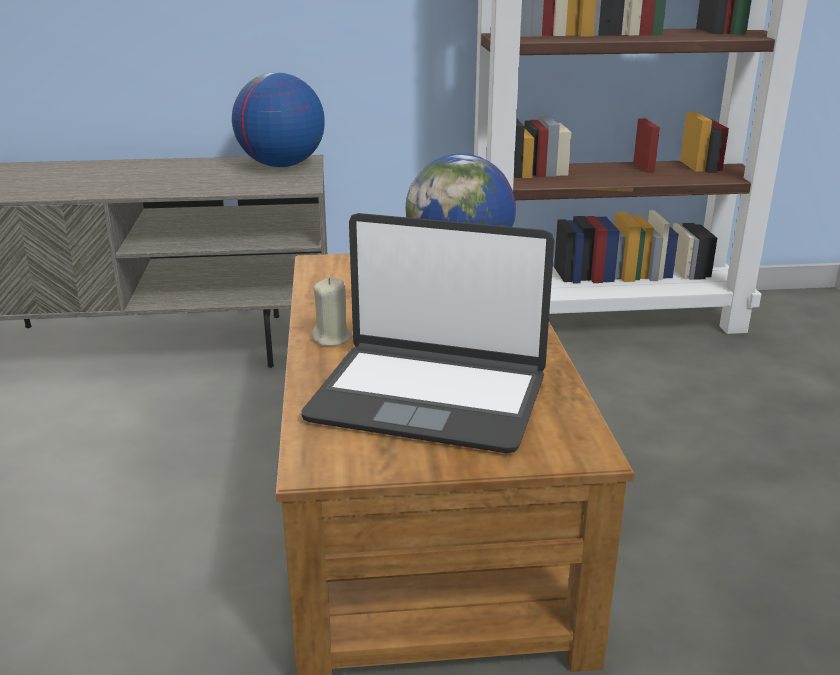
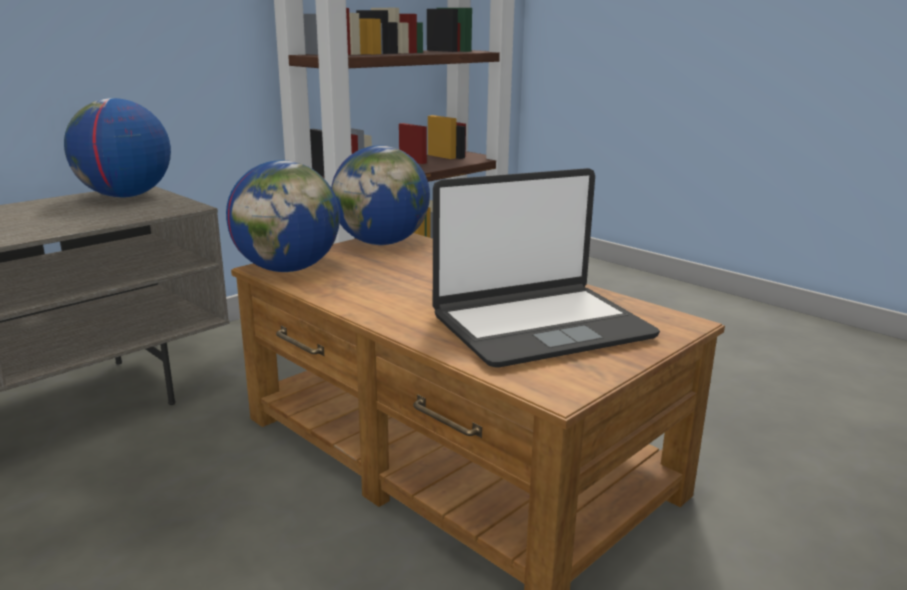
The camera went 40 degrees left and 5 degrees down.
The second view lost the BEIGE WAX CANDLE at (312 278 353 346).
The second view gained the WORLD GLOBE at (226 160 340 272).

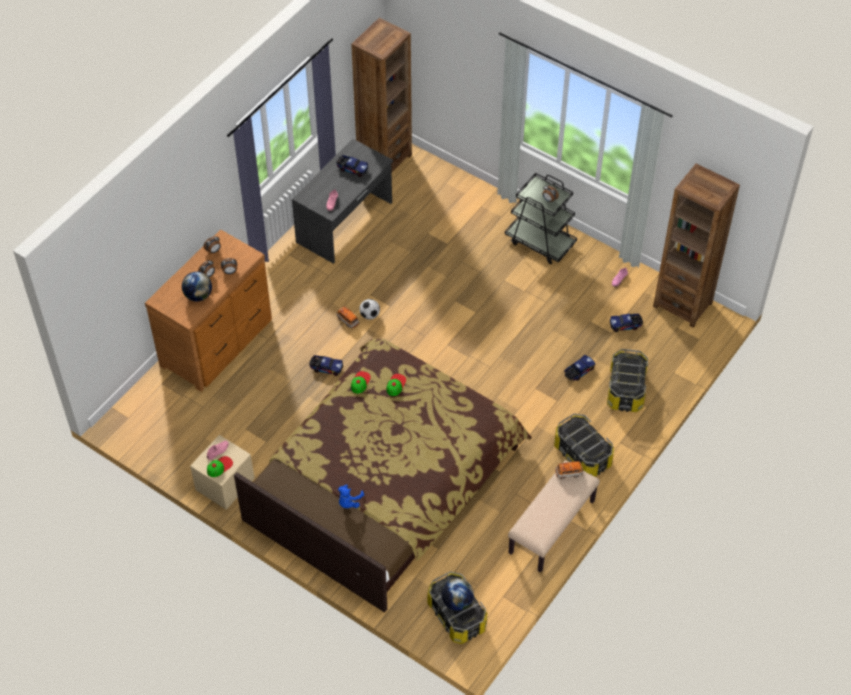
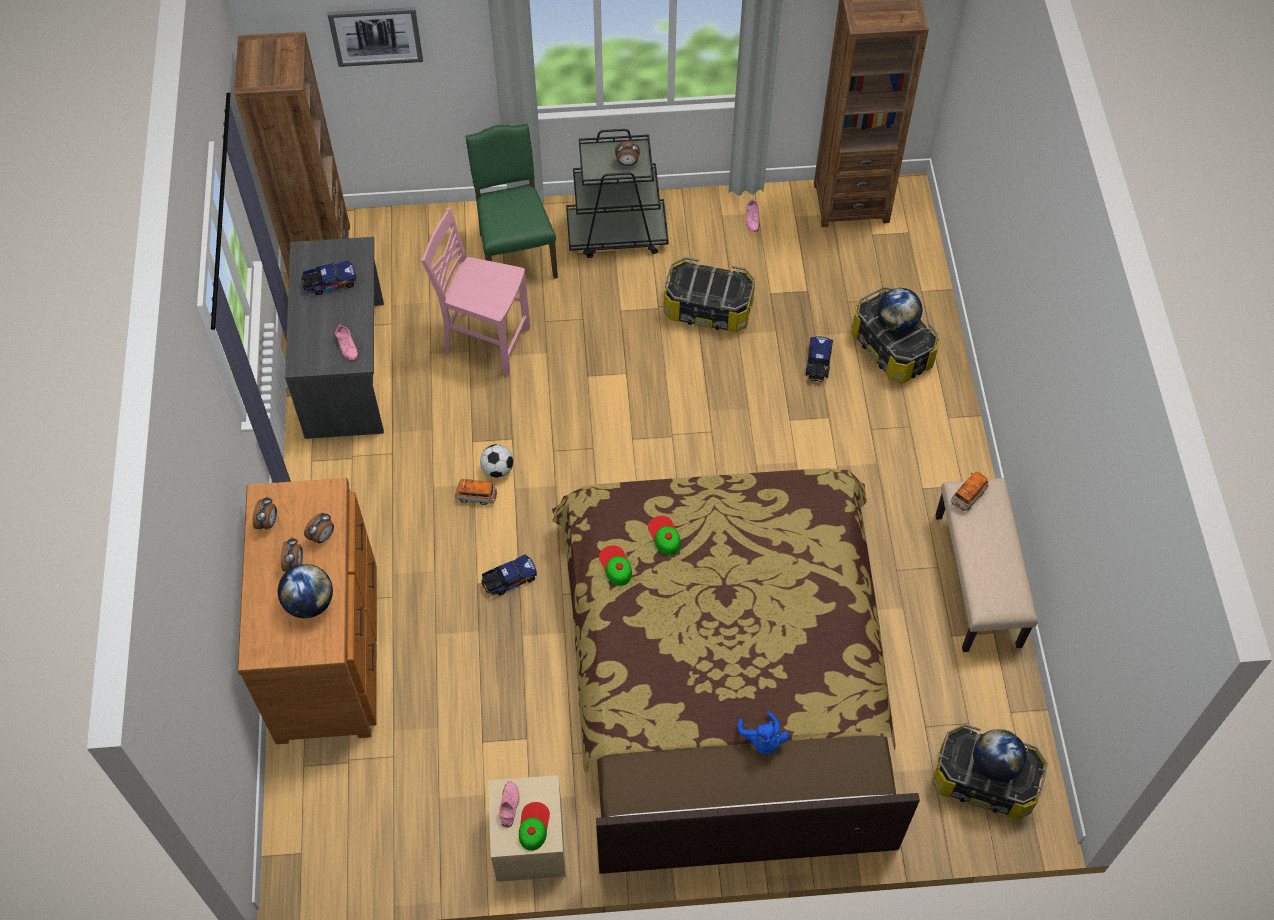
The camera went 40 degrees left and 5 degrees up.
The second view lost the TOY LORRY at (610 314 643 332).
The STORAGE BIN ended up elsewhere, having gone from (554 414 614 477) to (664 257 755 333).
The second view gained the WALL ART at (328 7 423 67).
The second view gained the GREENISH PLAIN CHAIR at (465 123 558 279).
The second view gained the PINK-COLOURED PLAIN CHAIR at (421 207 530 376).
The second view gained the WORLD GLOBE at (877 288 922 333).

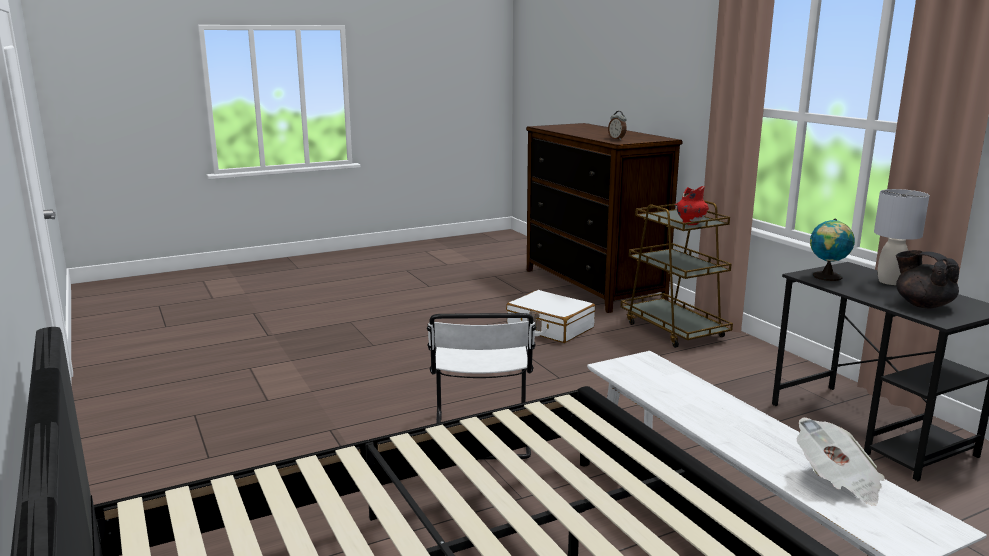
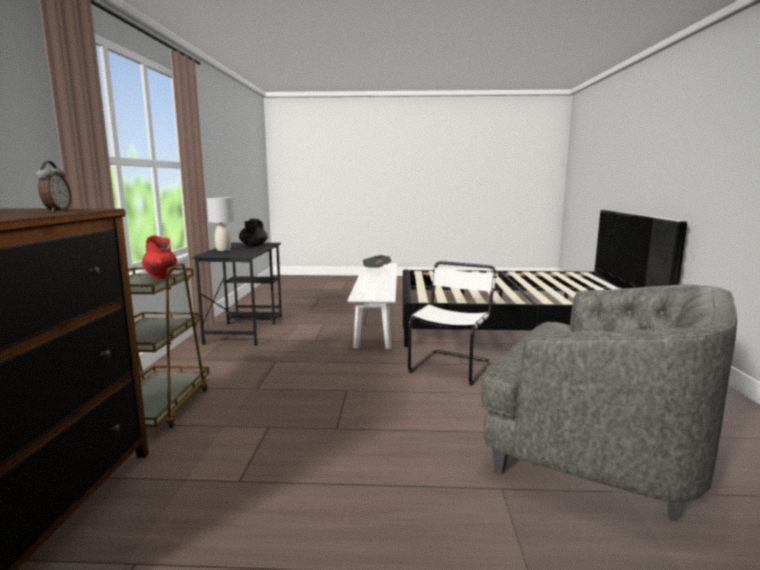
The camera went 150 degrees left and 5 degrees down.
The second view lost the WORLD GLOBE at (810 218 855 281).
The second view lost the WHITISH PIECE OF LUGGAGE at (506 290 595 343).
The second view gained the GRAY LOUNGE CHAIR at (480 284 737 522).

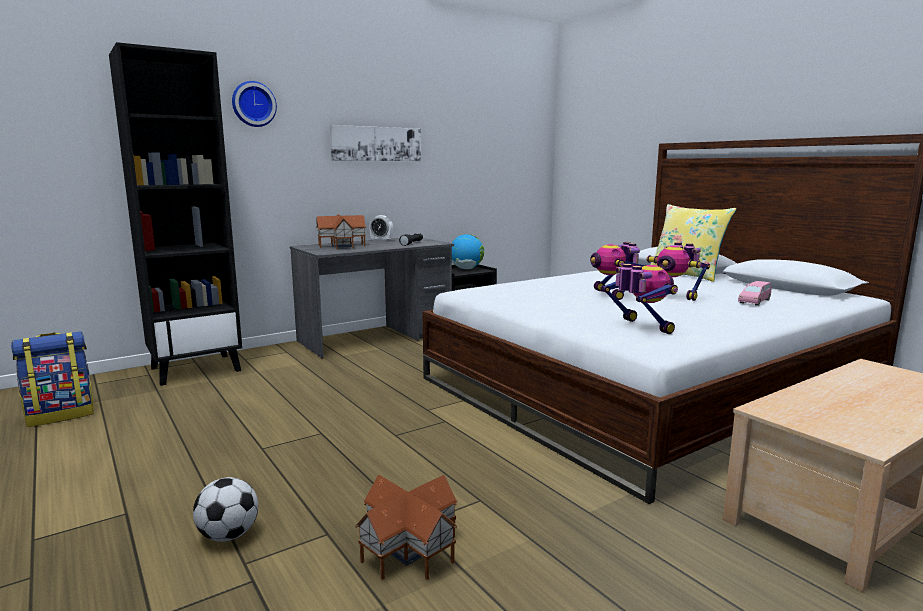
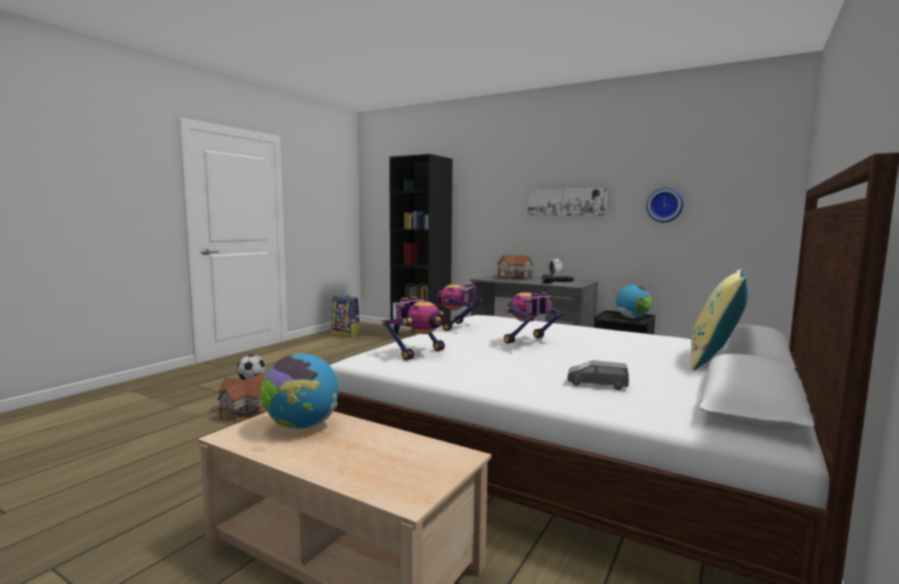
The camera went 65 degrees right and 5 degrees down.
The CLOCK ON THE WALL ended up elsewhere, having gone from (232 81 277 127) to (646 188 683 222).
The TOY ROBOT ended up elsewhere, having gone from (646 242 710 301) to (437 283 484 331).
What was the PINK-COLOURED MINIATURE CAR at (738 281 771 306) turned into the GRAY MINIATURE CAR at (567 360 629 390).
The second view gained the WORLD GLOBE at (261 354 339 428).

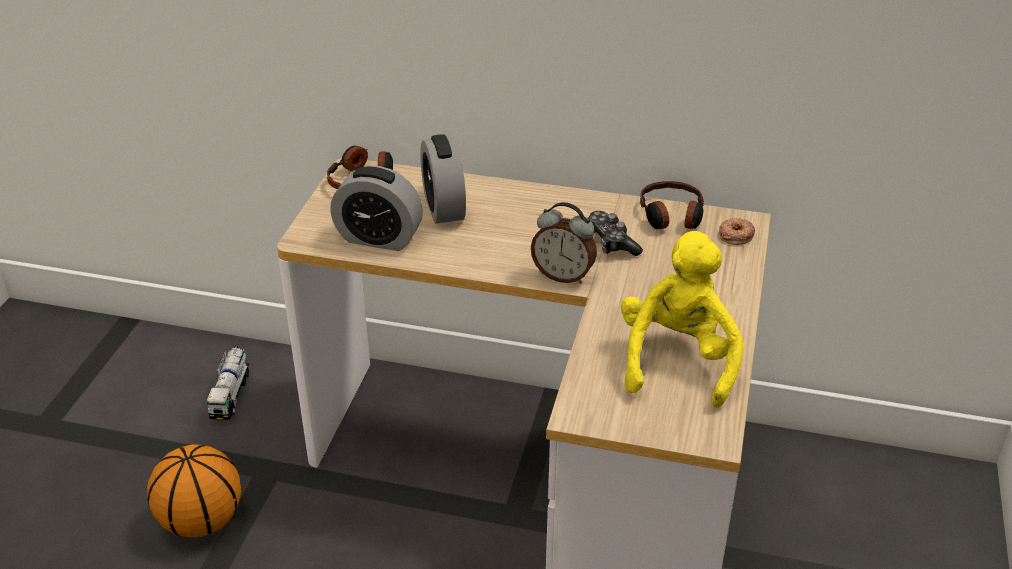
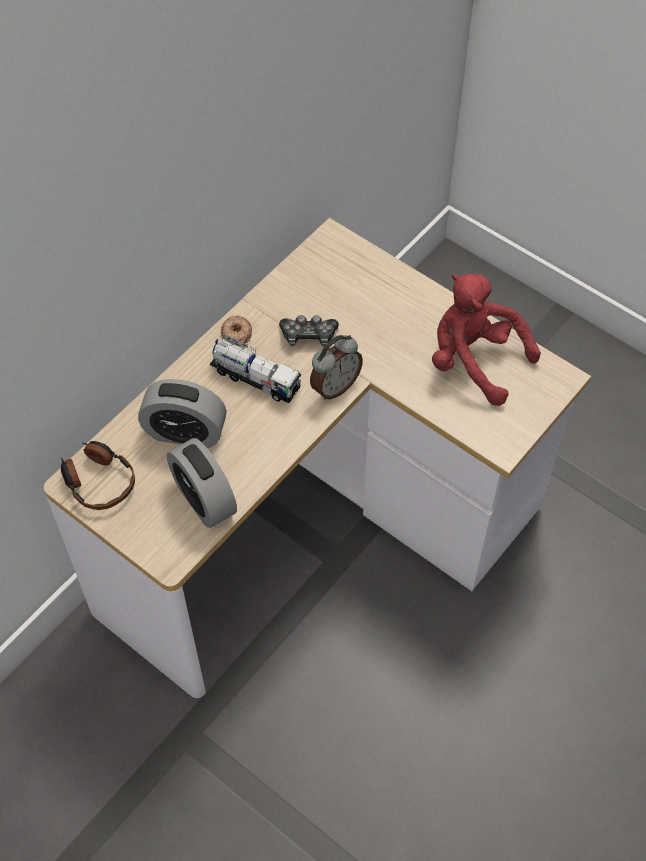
The camera went 65 degrees left and 20 degrees up.
The BEDSIDE CLOCK at (330 166 423 251) ended up facing another way, 105 degrees clockwise from before.
The second view lost the HEADPHONES at (640 181 704 229).
The DOUGHNUT ended up elsewhere, having gone from (719 218 755 245) to (221 316 252 346).
What was the YELLOWISH SOFT TOY at (621 231 743 408) turned into the RED-COLOURED SOFT TOY at (432 274 541 406).
The TOY LORRY ended up elsewhere, having gone from (206 345 249 420) to (210 335 301 403).
The second view lost the BASKETBALL at (147 444 241 538).

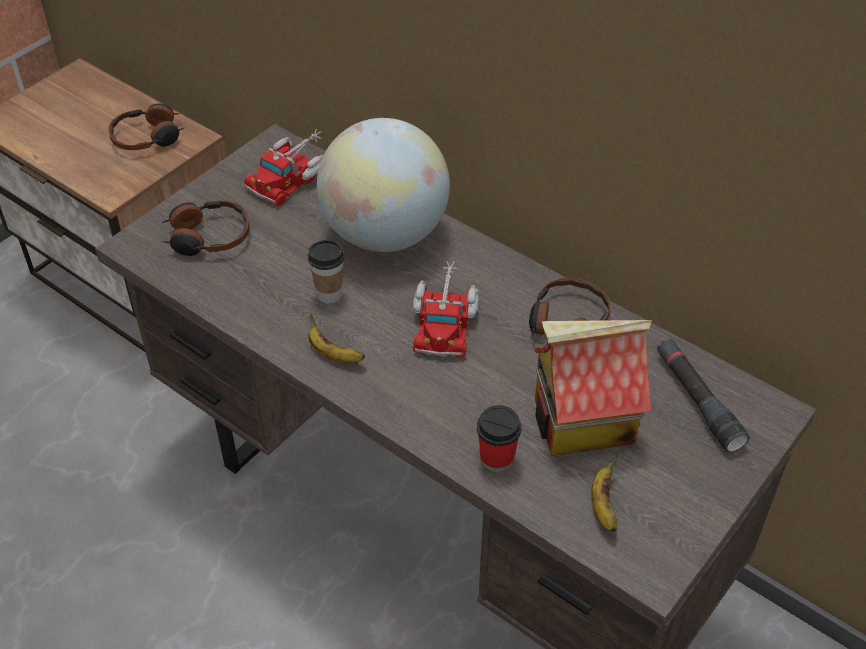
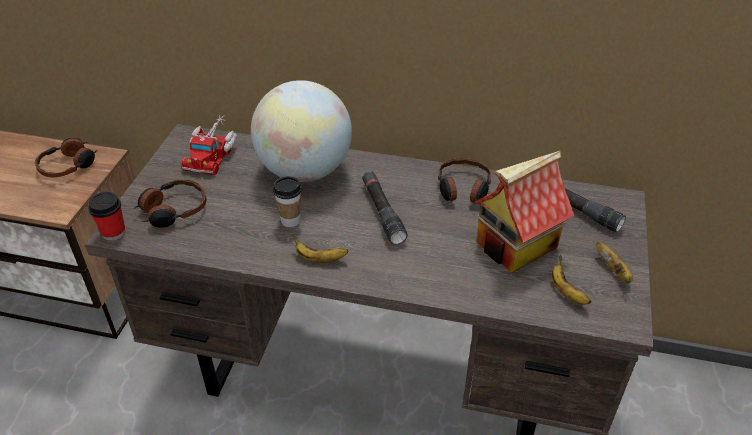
The camera went 25 degrees left and 5 degrees down.
Where the TOY LORRY stood at (413 261 479 357), the BLACKISH TORCH came to stand at (362 172 408 245).
The DRINKING CUP ended up elsewhere, having gone from (477 405 521 472) to (88 192 126 241).
The second view gained the BANANA FRUIT at (596 242 632 283).

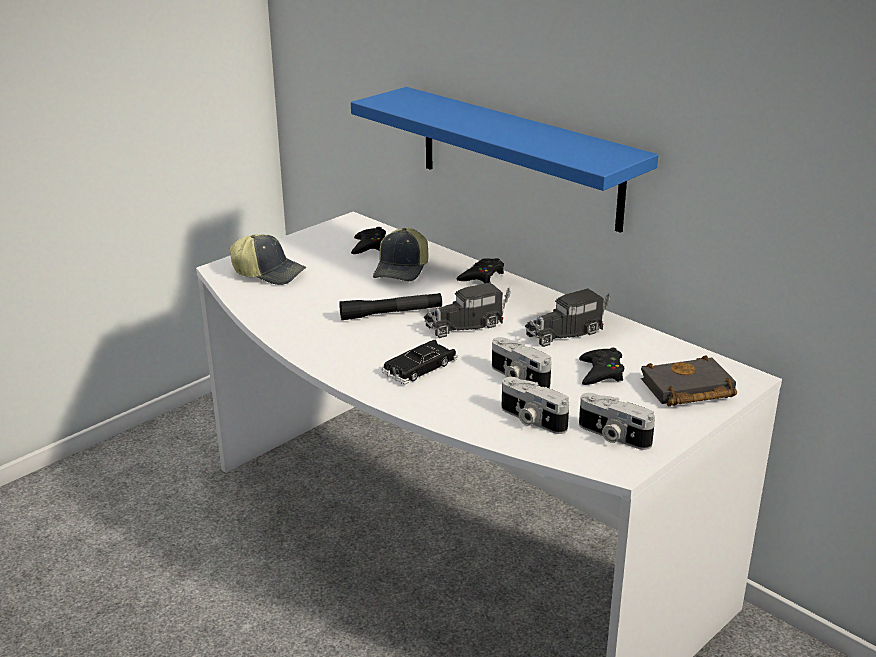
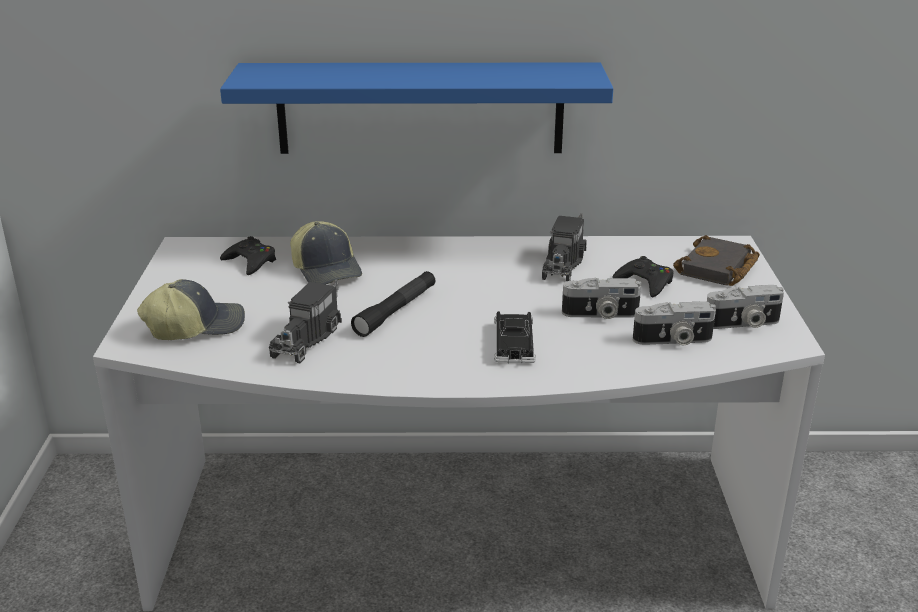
The camera went 45 degrees left and 0 degrees up.
The second view lost the BLACKISH GAME CONTROLLER at (457 258 504 283).
The TOY LORRY ended up elsewhere, having gone from (424 282 511 338) to (269 279 342 363).

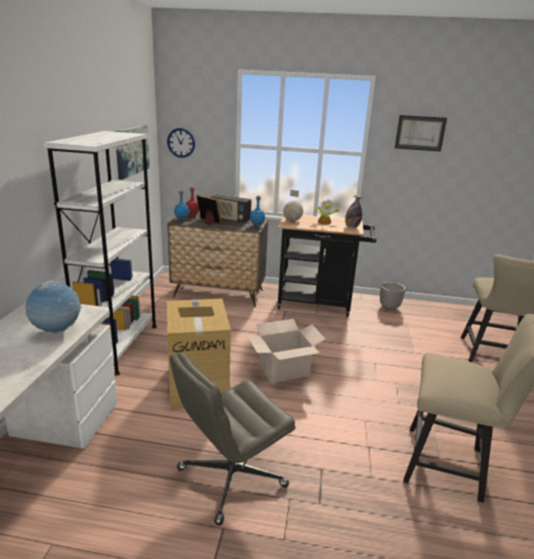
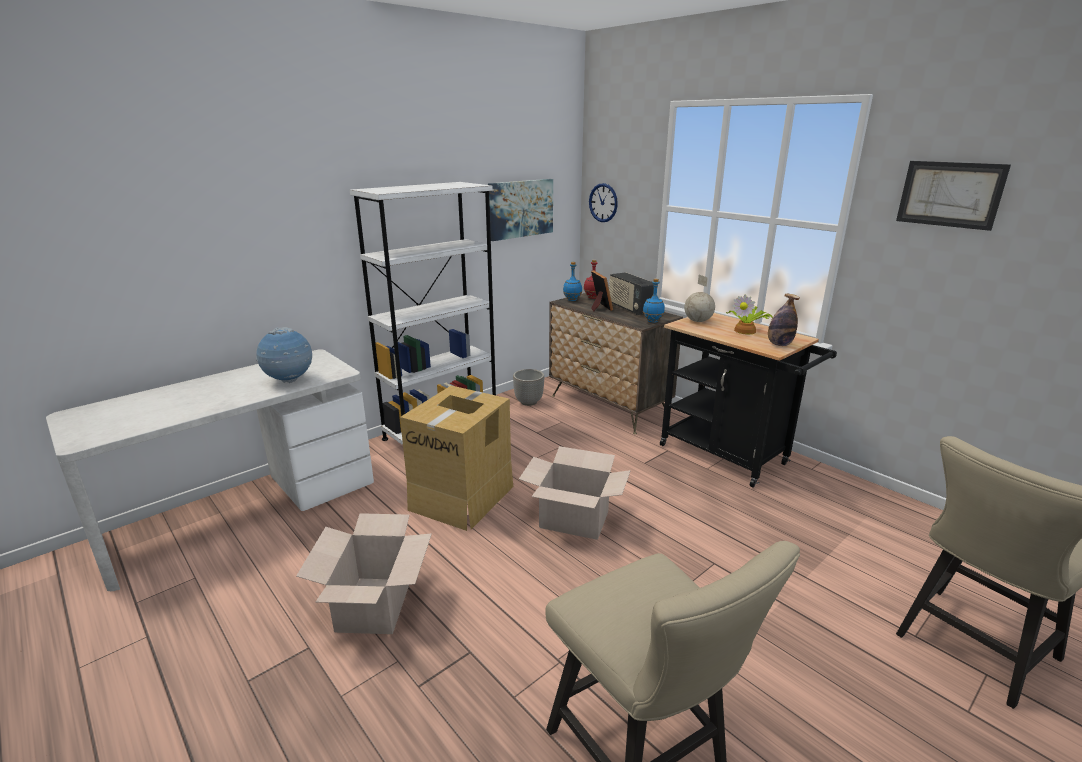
The camera went 40 degrees right and 0 degrees up.
The PLANT POT ended up elsewhere, having gone from (380 282 405 310) to (513 369 544 406).
Where the GRAY OFFICE CHAIR stood at (170 352 296 525), the CARTON came to stand at (296 513 432 634).

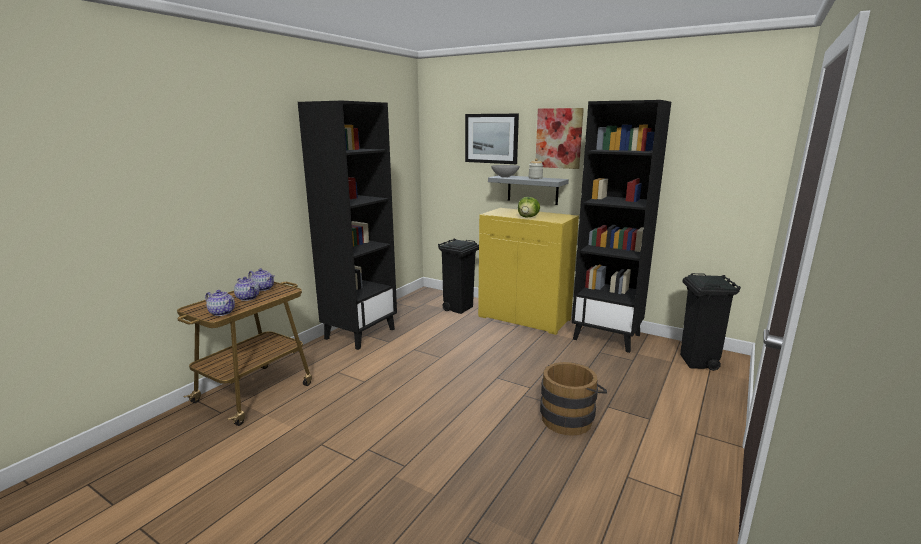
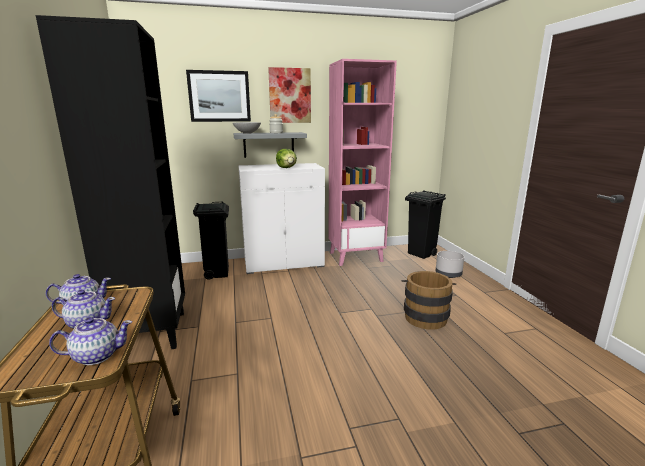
The camera went 45 degrees left and 0 degrees up.
What was the BLACKISH BOOKSHELF at (572 100 671 353) turned into the PINK-COLOURED BOOKSHELF at (328 59 397 266).
What was the YELLOWISH CUPBOARD at (478 208 579 335) turned into the WHITISH CUPBOARD at (238 163 325 274).
The second view gained the GRAY PLANT POT at (436 251 464 278).

